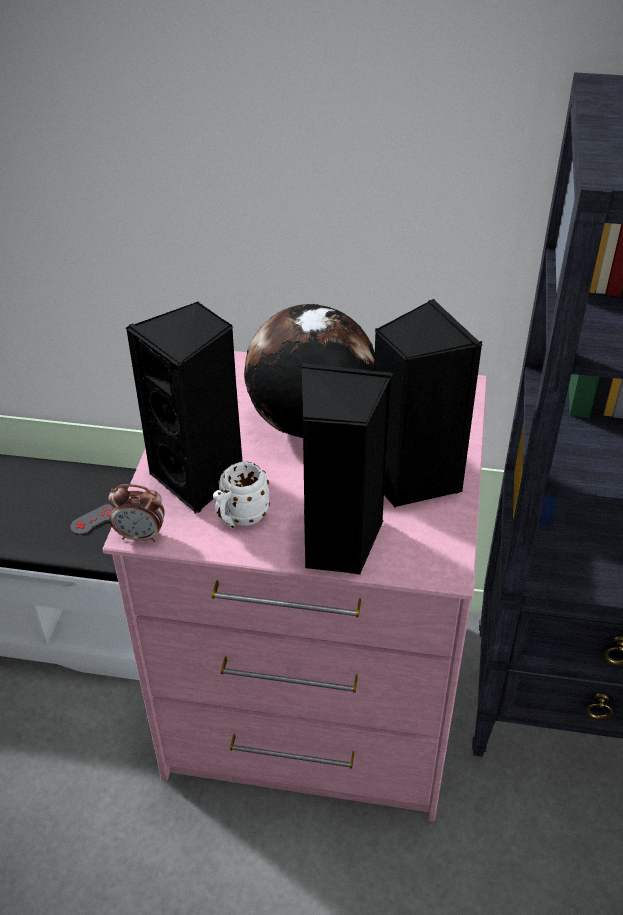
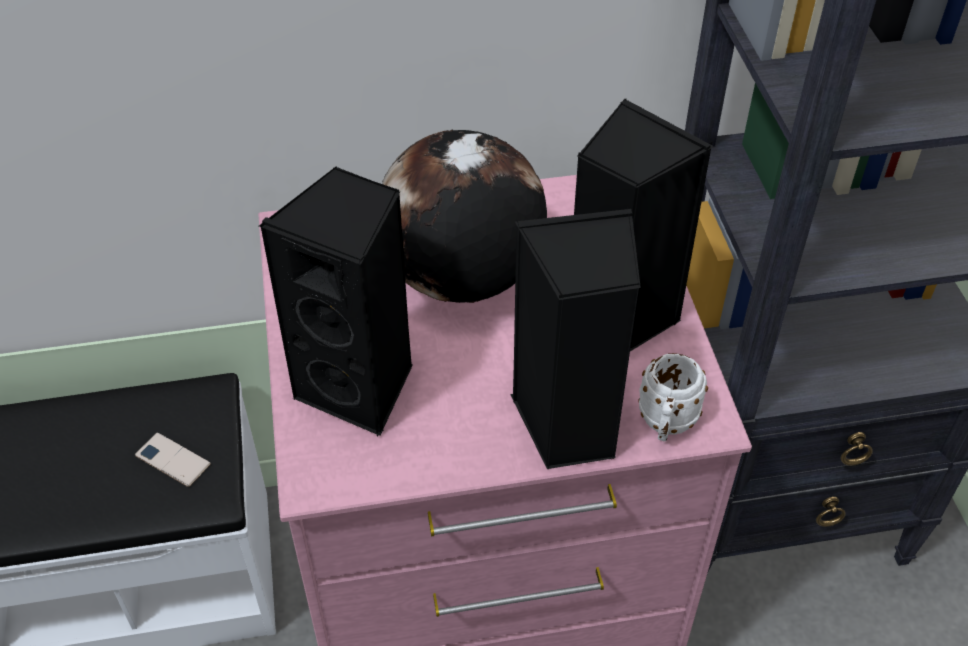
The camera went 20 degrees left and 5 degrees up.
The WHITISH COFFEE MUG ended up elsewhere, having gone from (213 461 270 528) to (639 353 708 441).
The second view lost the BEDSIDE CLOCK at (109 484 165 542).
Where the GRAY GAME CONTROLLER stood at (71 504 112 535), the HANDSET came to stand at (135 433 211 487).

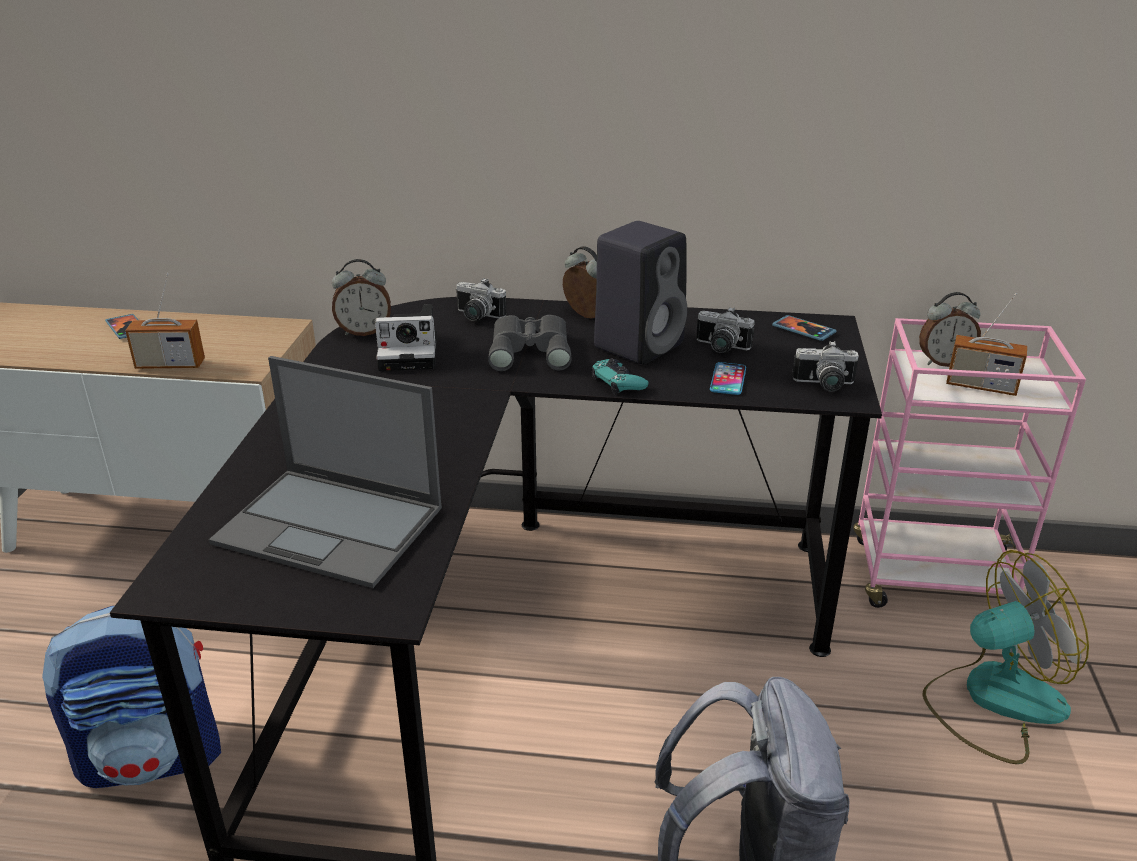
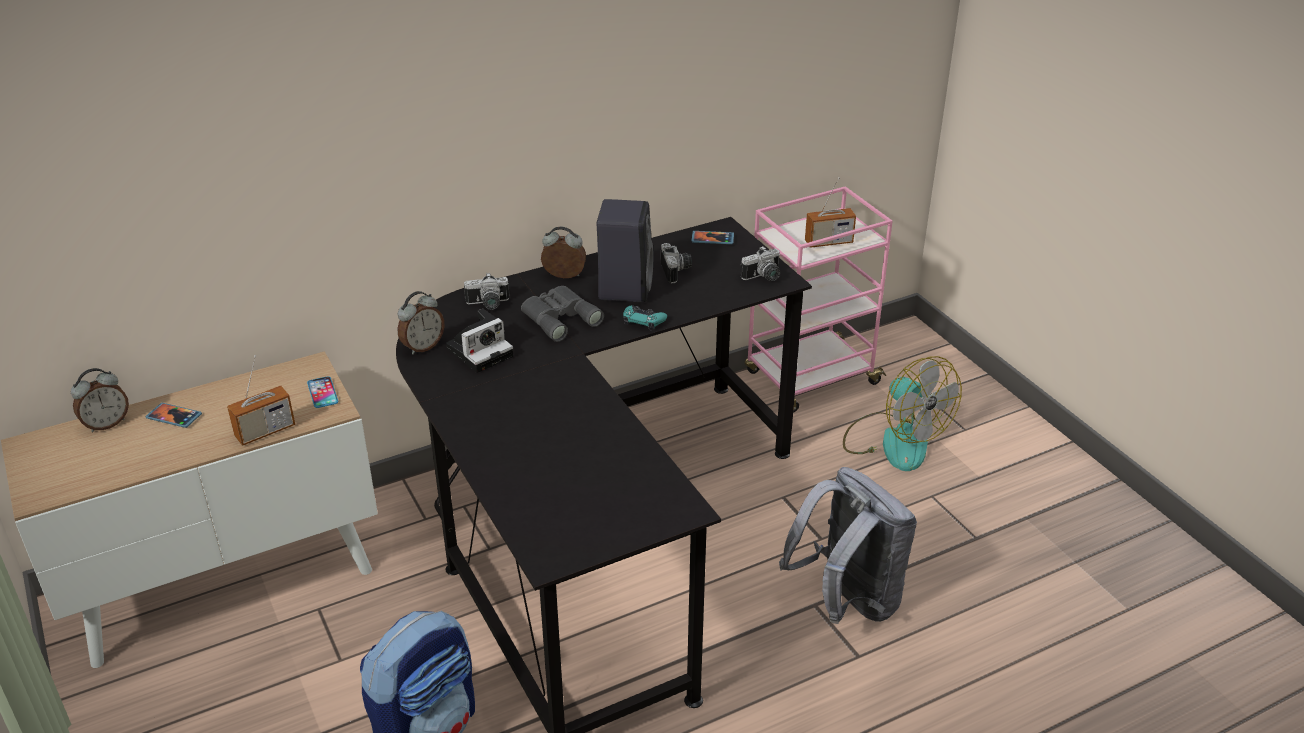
The camera went 35 degrees left and 5 degrees up.
The BEDSIDE CLOCK ended up elsewhere, having gone from (919 292 981 367) to (71 368 129 432).
The PHOTO CAMERA at (696 307 755 353) ended up facing another way, 90 degrees counterclockwise from before.
The second view lost the LAPTOP at (209 356 442 588).
The HANDSET ended up elsewhere, having gone from (710 362 746 395) to (307 376 338 408).
The ELECTRIC FAN at (922 550 1089 764) ended up facing another way, 105 degrees clockwise from before.

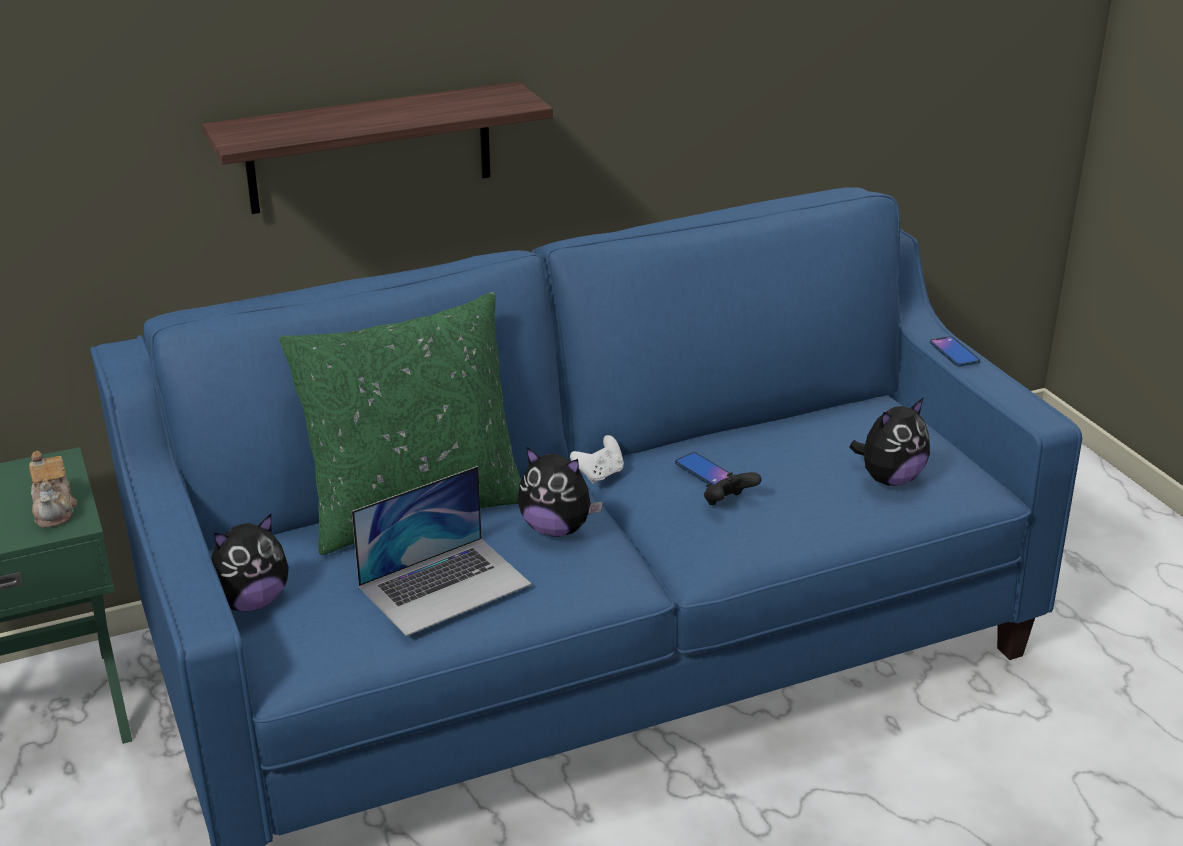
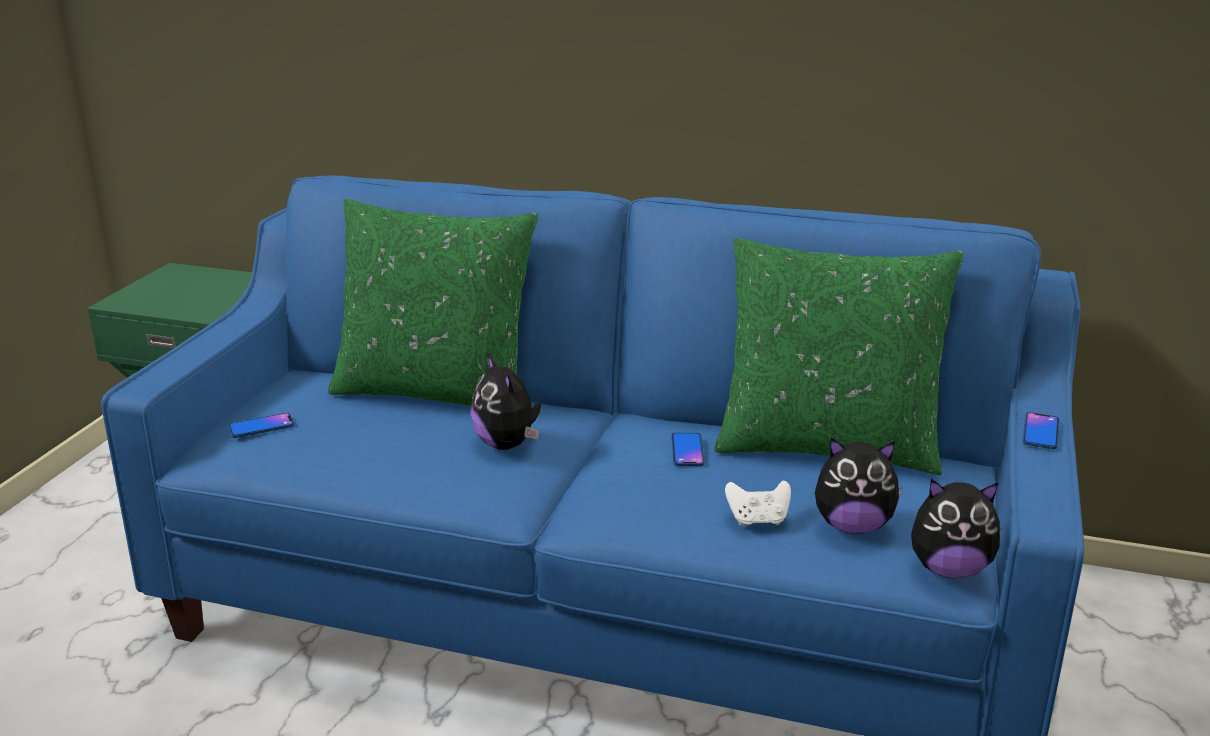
The camera went 40 degrees right and 5 degrees down.
The second view lost the BRACKET SHELF at (202 82 553 214).
The WHITISH GAME CONTROLLER ended up elsewhere, having gone from (570 435 624 484) to (725 480 791 526).
The second view lost the POT FOR TEA at (29 451 77 528).
The second view lost the LAPTOP at (352 466 532 636).
The second view lost the BLACKISH GAME CONTROLLER at (704 472 762 505).
The SOFT TOY ended up elsewhere, having gone from (211 514 289 611) to (911 479 1001 578).
The second view gained the GREENISH PILLOW at (714 238 964 475).
The second view gained the HANDSET at (228 413 294 438).

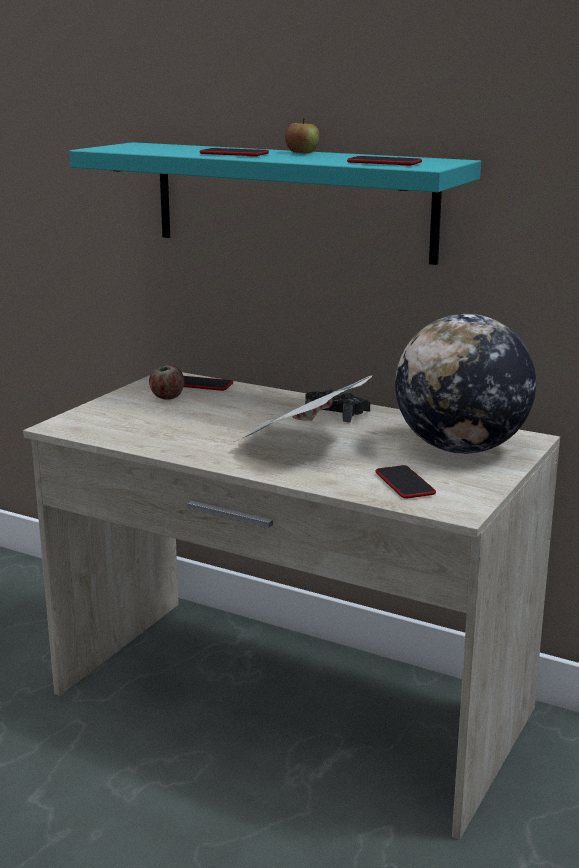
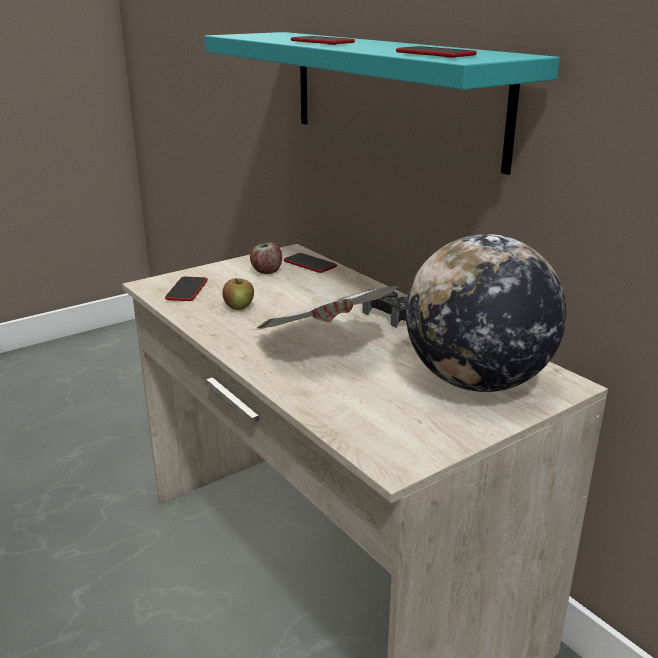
The camera went 25 degrees right and 5 degrees up.
The APPLE ended up elsewhere, having gone from (285 118 320 153) to (223 278 254 310).
The HANDSET ended up elsewhere, having gone from (375 465 436 498) to (165 277 208 301).

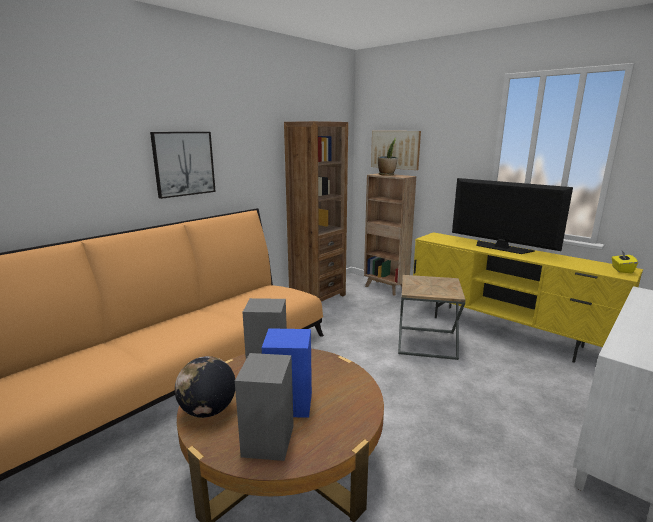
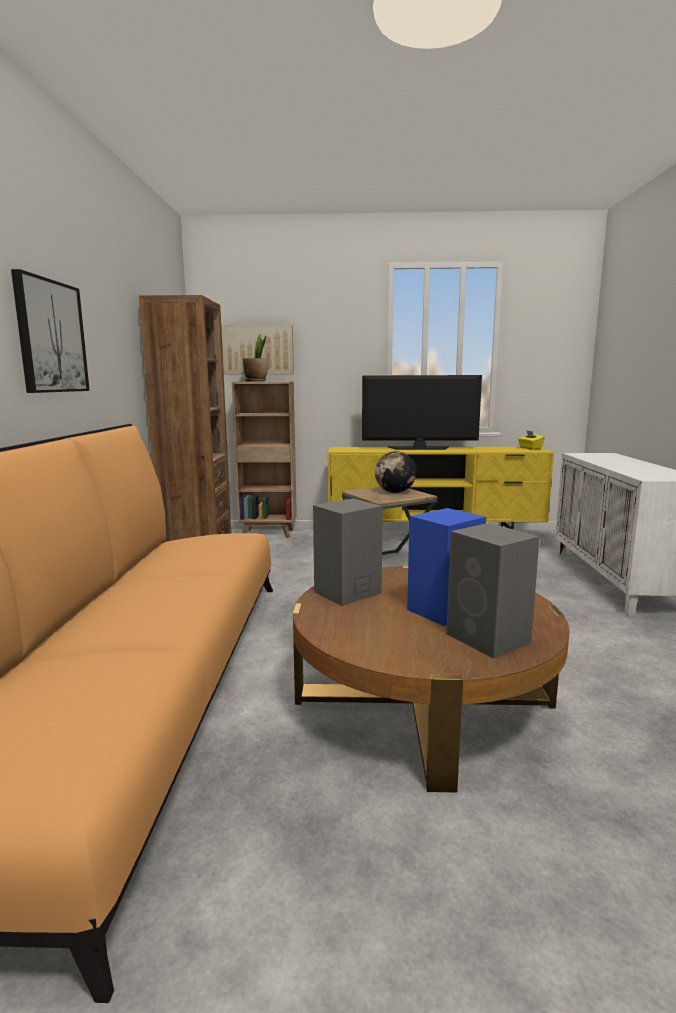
The camera went 40 degrees left and 5 degrees down.
The WORLD GLOBE ended up elsewhere, having gone from (175 356 235 418) to (375 451 417 493).

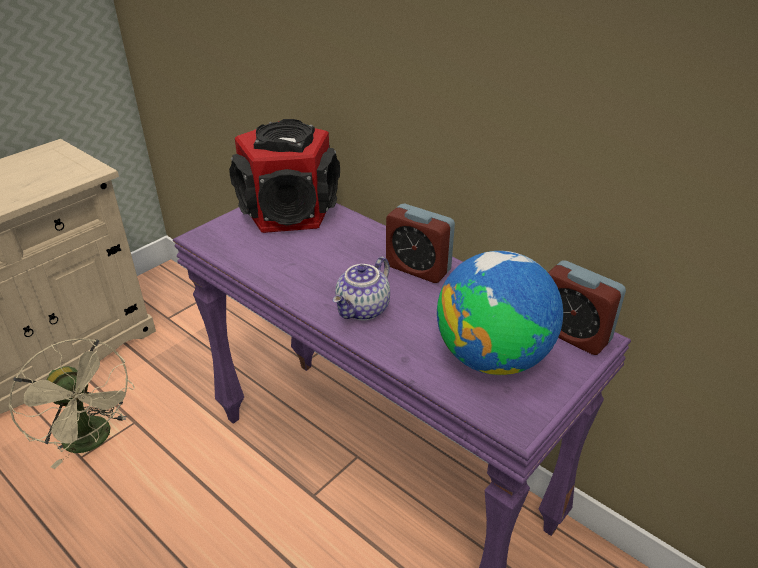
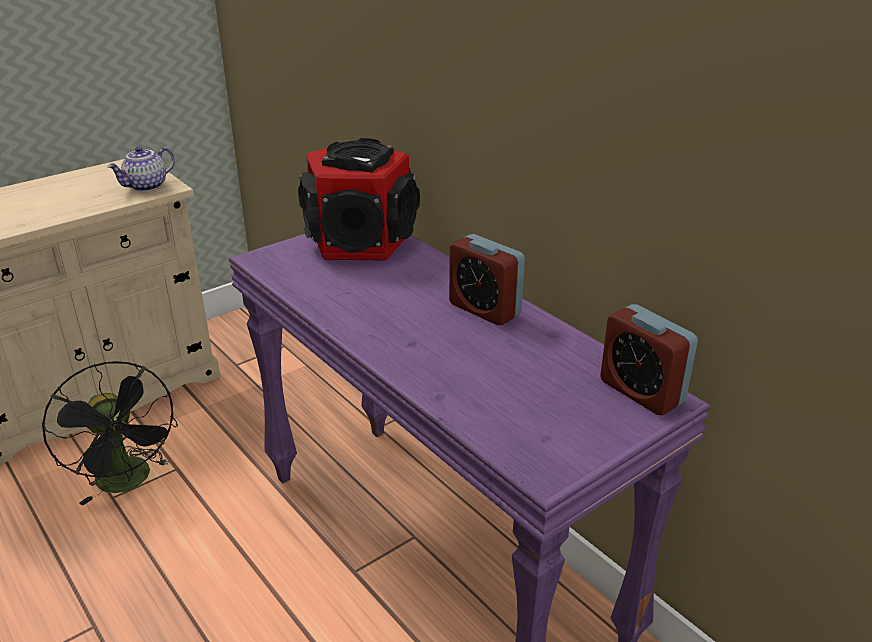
The camera went 10 degrees right and 5 degrees down.
The second view lost the WORLD GLOBE at (437 251 563 375).
The POT FOR TEA ended up elsewhere, having gone from (333 257 390 321) to (107 146 175 192).
What was the BEIGE ELECTRIC FAN at (8 338 135 469) turned into the BLACKISH ELECTRIC FAN at (42 361 178 506).

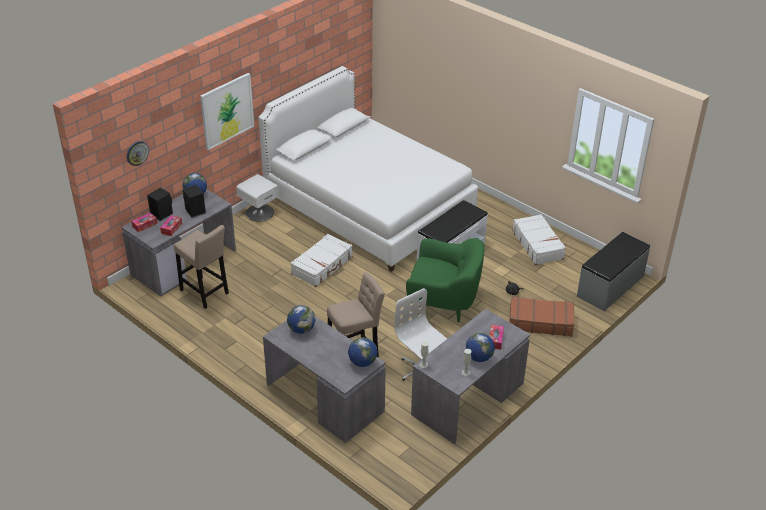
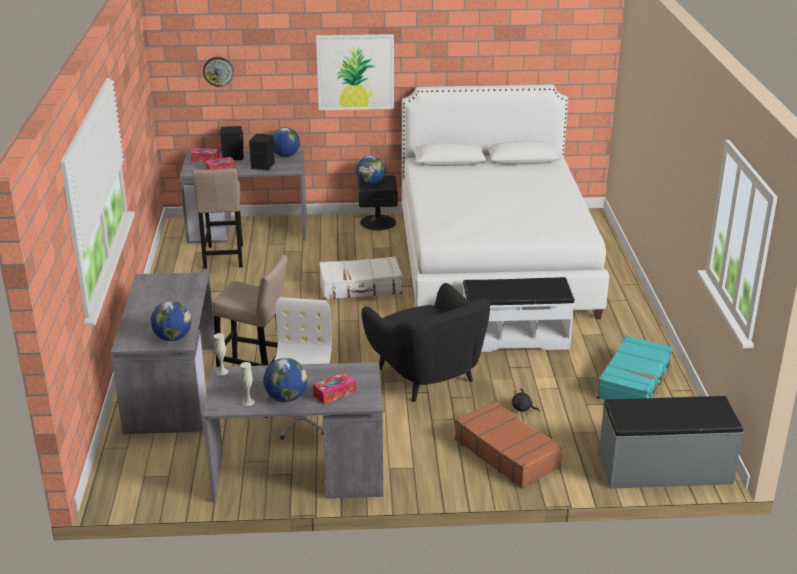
The camera went 45 degrees right and 10 degrees down.
What was the WHITISH NIGHT TABLE at (236 174 279 222) turned into the BLACKISH NIGHT TABLE at (358 176 398 230).
What was the WHITISH PIECE OF LUGGAGE at (512 214 566 265) turned into the TURQUOISE-COLOURED PIECE OF LUGGAGE at (597 335 672 400).
What was the GREENISH LOUNGE CHAIR at (406 238 485 322) turned into the BLACKISH LOUNGE CHAIR at (361 283 490 402).
The WORLD GLOBE ended up elsewhere, having gone from (287 305 315 334) to (356 156 385 185).

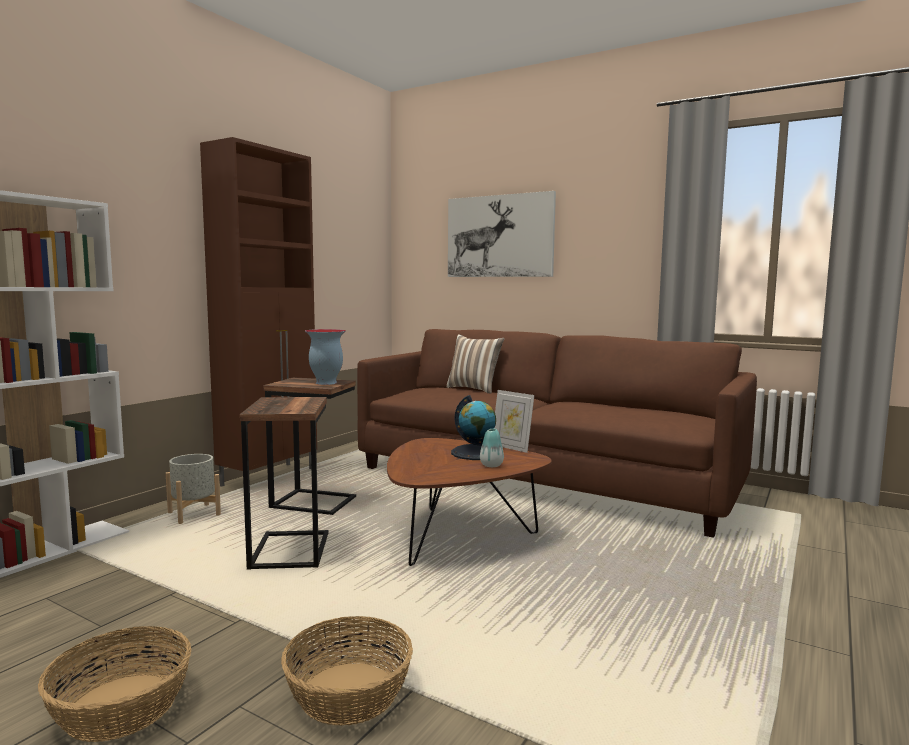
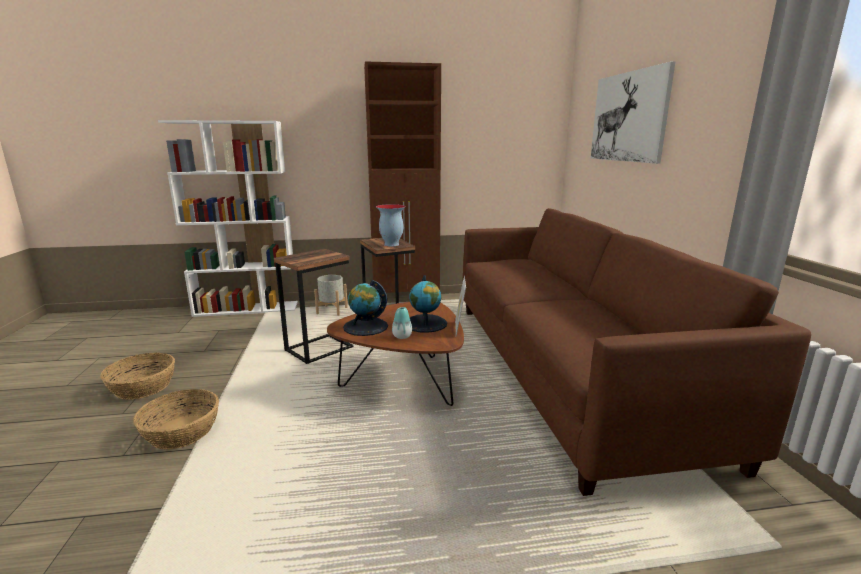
The camera went 50 degrees right and 10 degrees up.
The second view lost the PILLOW at (446 334 505 393).
The second view gained the WORLD GLOBE at (343 280 388 336).

